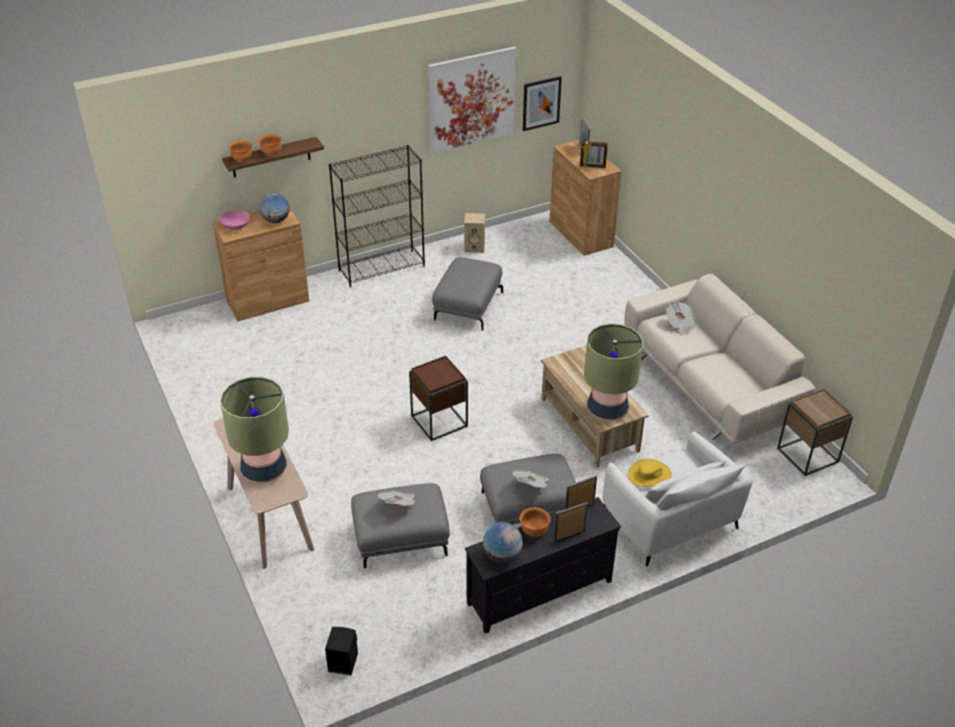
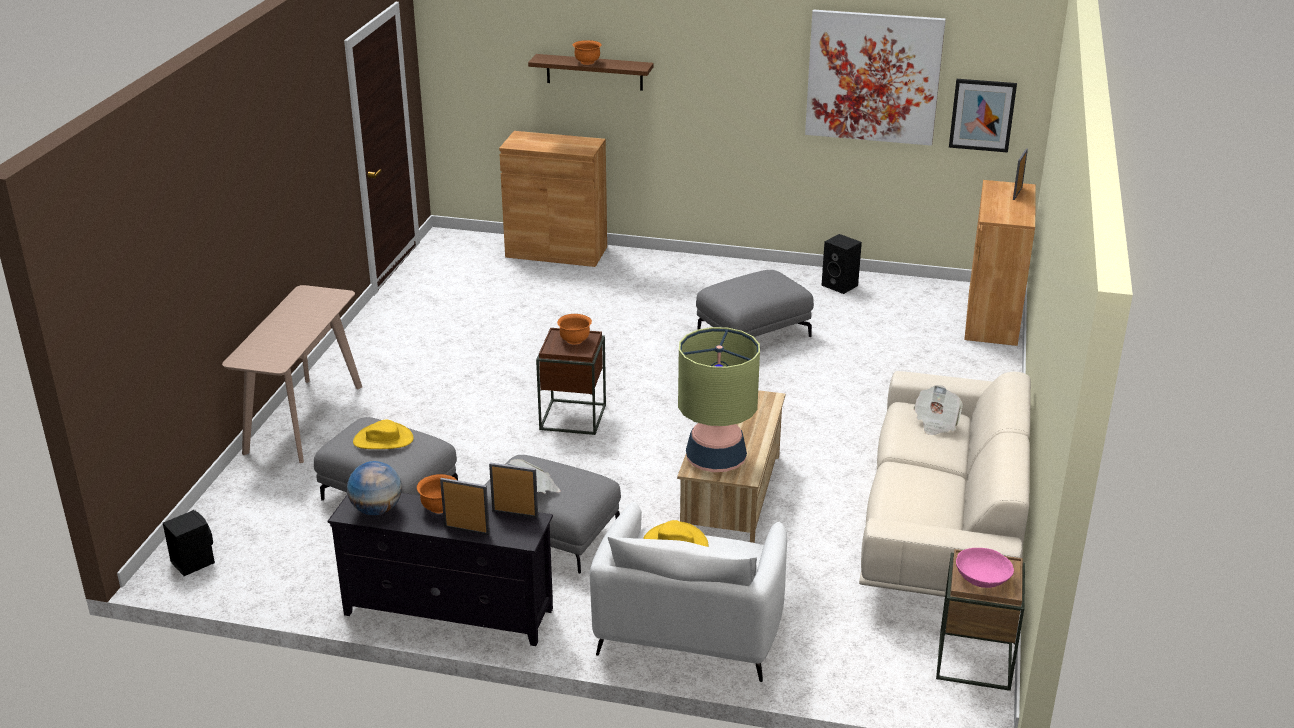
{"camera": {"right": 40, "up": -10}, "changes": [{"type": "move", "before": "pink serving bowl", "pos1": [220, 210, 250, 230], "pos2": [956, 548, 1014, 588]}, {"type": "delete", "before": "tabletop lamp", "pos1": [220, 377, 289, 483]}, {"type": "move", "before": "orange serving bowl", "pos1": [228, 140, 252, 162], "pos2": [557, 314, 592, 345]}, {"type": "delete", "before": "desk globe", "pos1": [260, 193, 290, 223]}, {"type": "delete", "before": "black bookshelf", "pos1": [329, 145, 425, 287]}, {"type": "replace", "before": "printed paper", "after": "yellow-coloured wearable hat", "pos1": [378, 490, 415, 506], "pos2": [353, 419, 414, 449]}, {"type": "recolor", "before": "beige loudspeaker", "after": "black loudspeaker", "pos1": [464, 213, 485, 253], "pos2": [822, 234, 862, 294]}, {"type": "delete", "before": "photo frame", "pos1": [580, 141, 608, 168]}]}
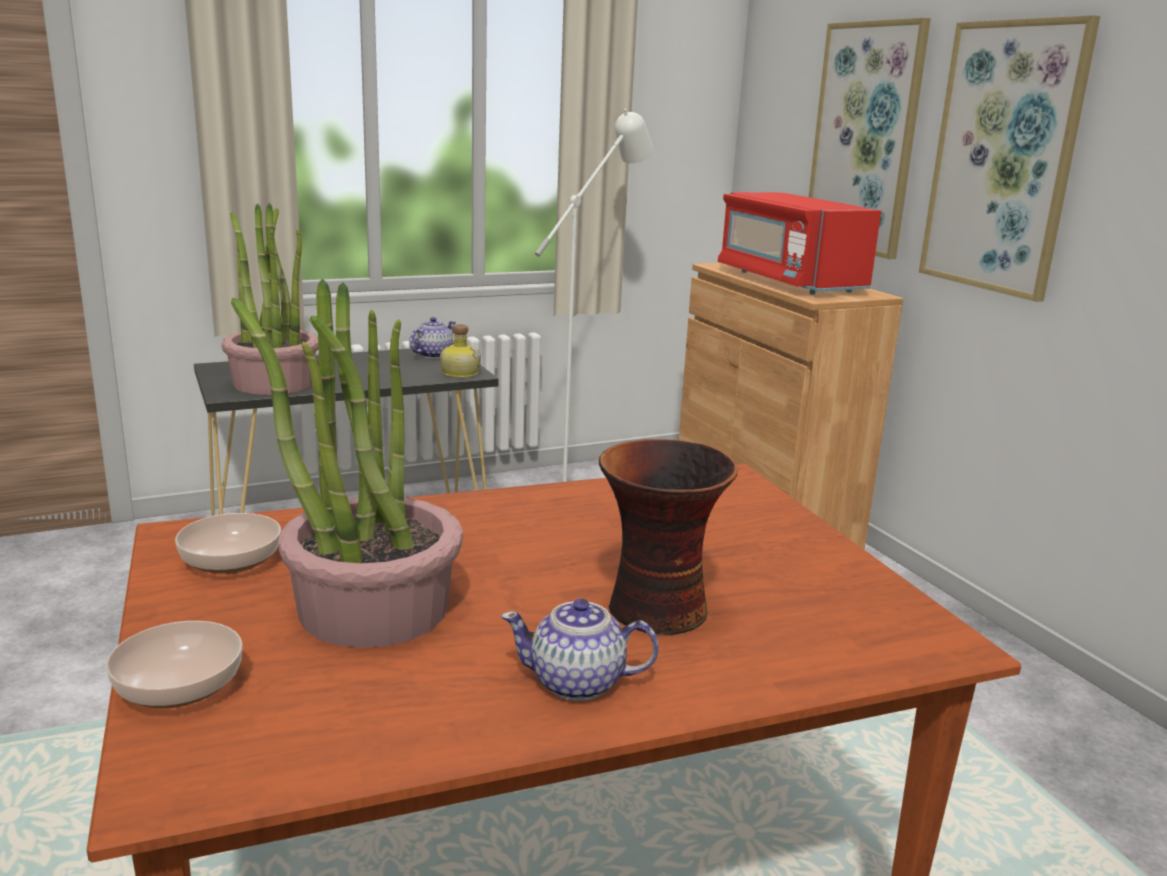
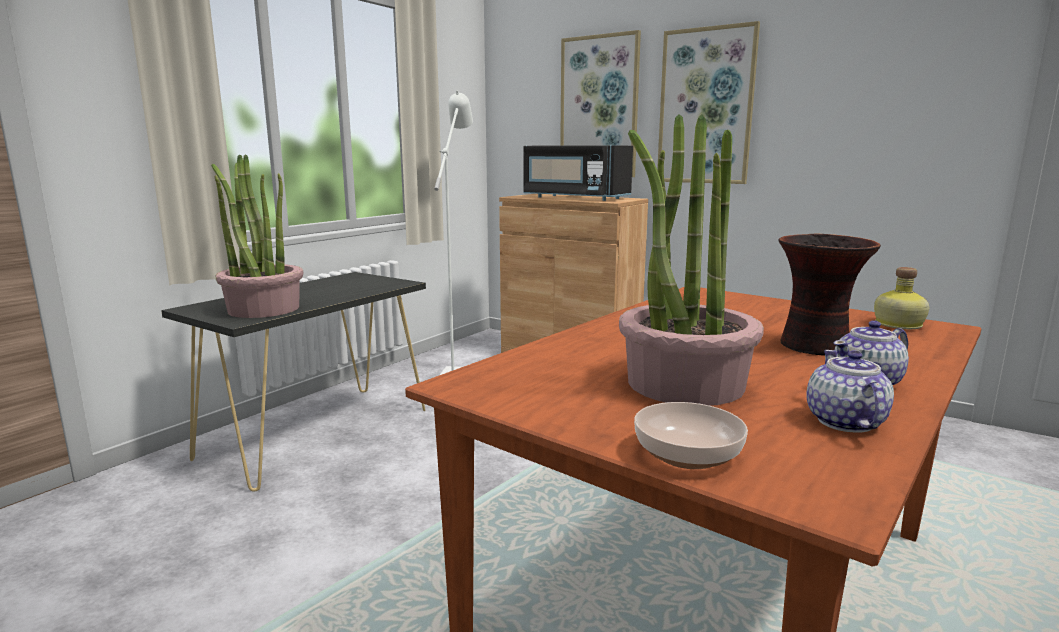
{"camera": {"right": -30, "up": -5}, "changes": [{"type": "delete", "before": "serving bowl", "pos1": [175, 513, 281, 575]}, {"type": "move", "before": "tea pot", "pos1": [409, 317, 456, 359], "pos2": [806, 350, 894, 432]}, {"type": "move", "before": "beverage bottle", "pos1": [440, 324, 481, 378], "pos2": [874, 267, 929, 329]}, {"type": "recolor", "before": "red-coloured microwave oven", "after": "black microwave oven", "pos1": [718, 192, 881, 295], "pos2": [523, 145, 633, 201]}]}
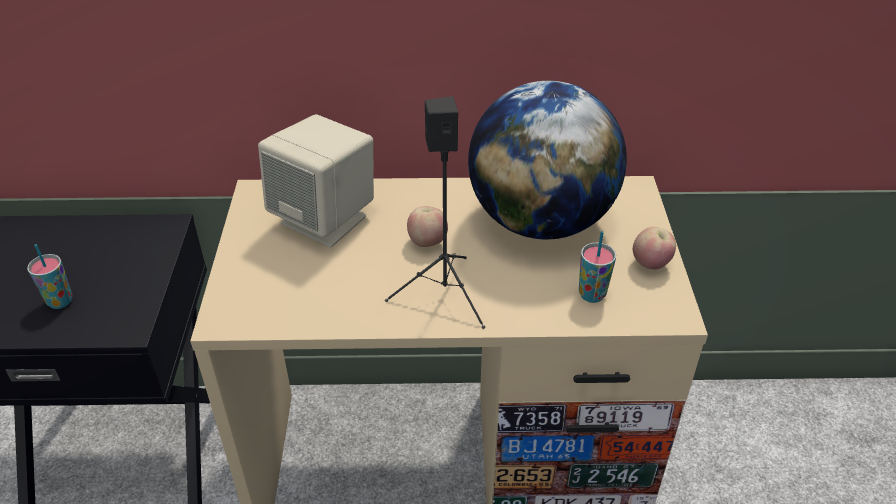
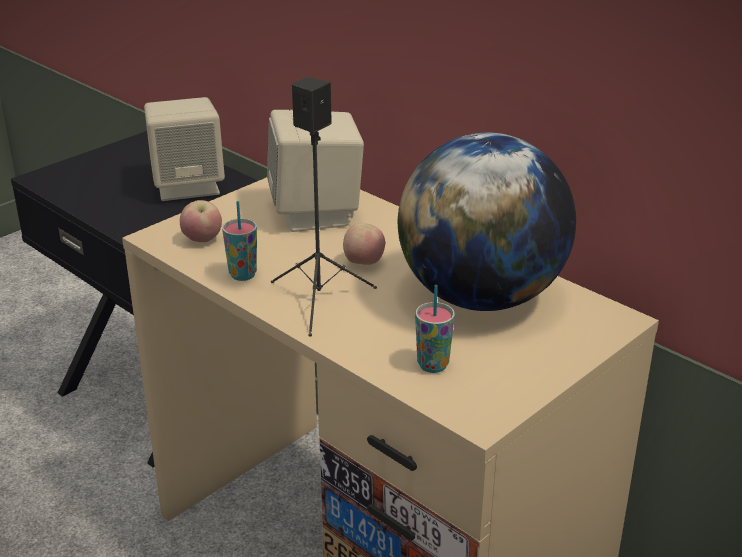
{"camera": {"right": 45, "up": -10}, "changes": [{"type": "move", "before": "small cup", "pos1": [27, 244, 72, 309], "pos2": [222, 201, 257, 281]}, {"type": "move", "before": "whole apple", "pos1": [633, 227, 676, 269], "pos2": [180, 200, 222, 242]}, {"type": "insert", "after": "beige loudspeaker", "pos2": [144, 97, 225, 201]}]}
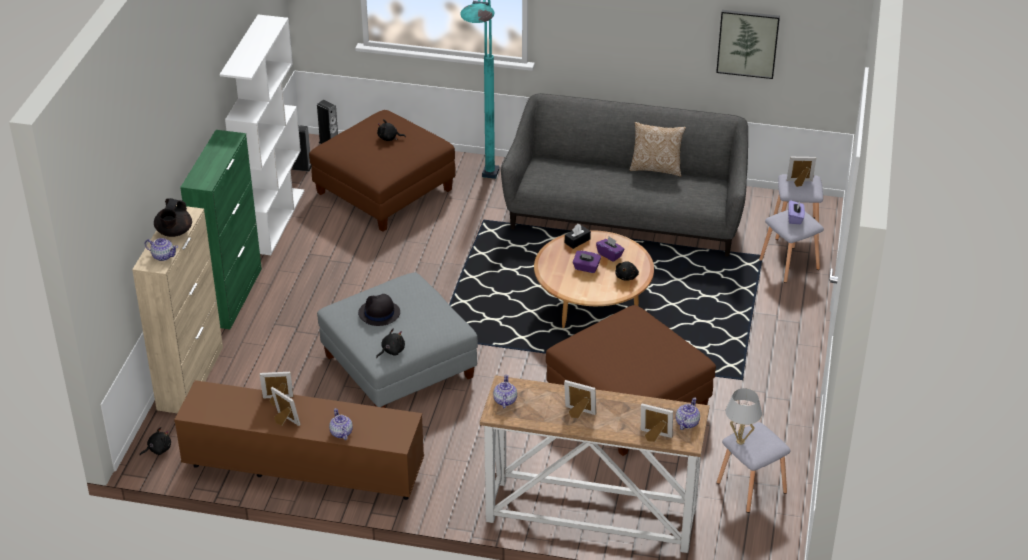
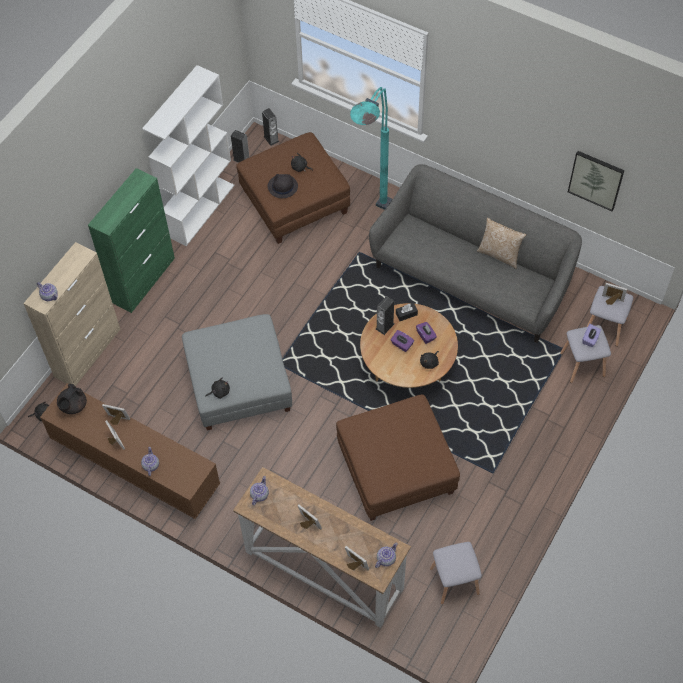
{"camera": {"right": 20, "up": 20}, "changes": [{"type": "move", "before": "black tea pot", "pos1": [154, 198, 192, 237], "pos2": [57, 384, 87, 414]}, {"type": "move", "before": "black wearable hat", "pos1": [358, 294, 400, 326], "pos2": [268, 174, 298, 198]}, {"type": "delete", "before": "white-coloured tabletop lamp", "pos1": [726, 388, 762, 445]}, {"type": "insert", "after": "loudspeaker", "pos2": [376, 296, 394, 335]}]}
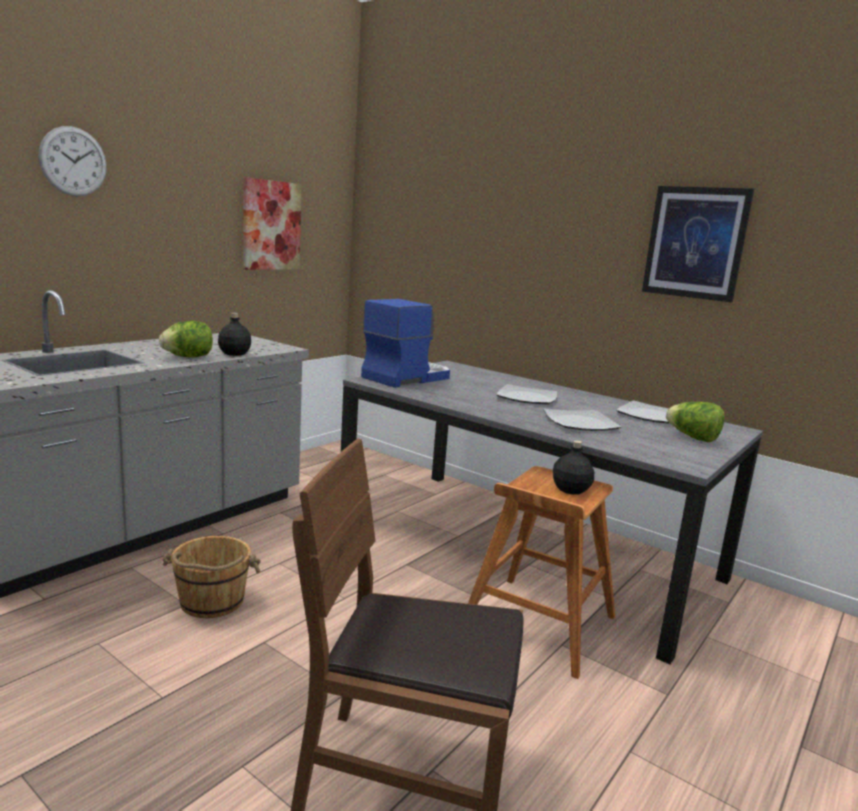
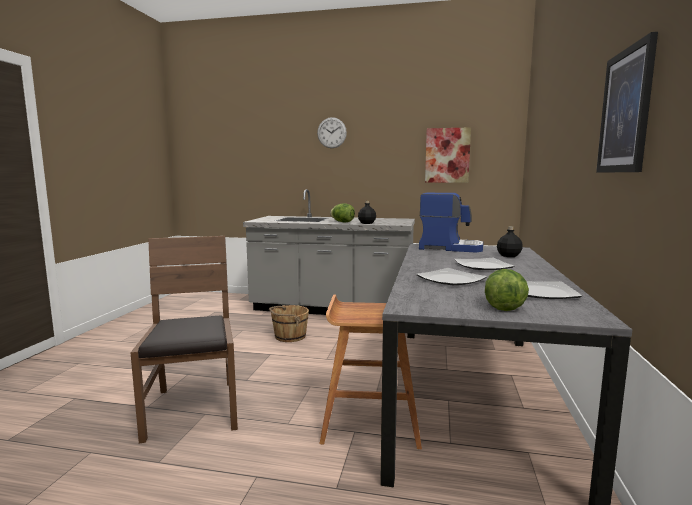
{"camera": {"right": 65, "up": -5}, "changes": [{"type": "move", "before": "black beverage bottle", "pos1": [552, 440, 594, 495], "pos2": [497, 226, 523, 257]}]}
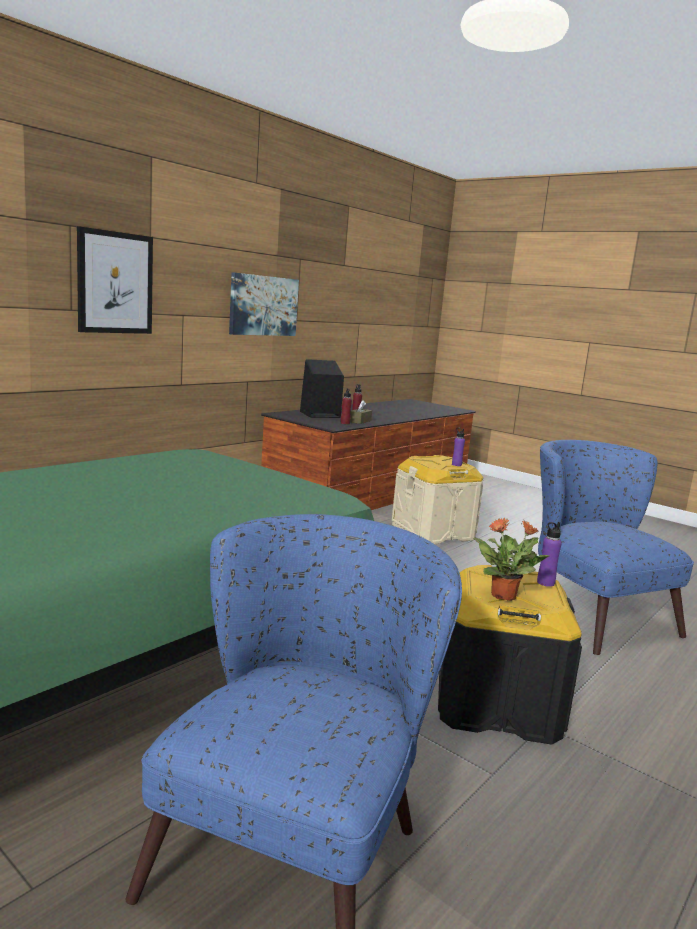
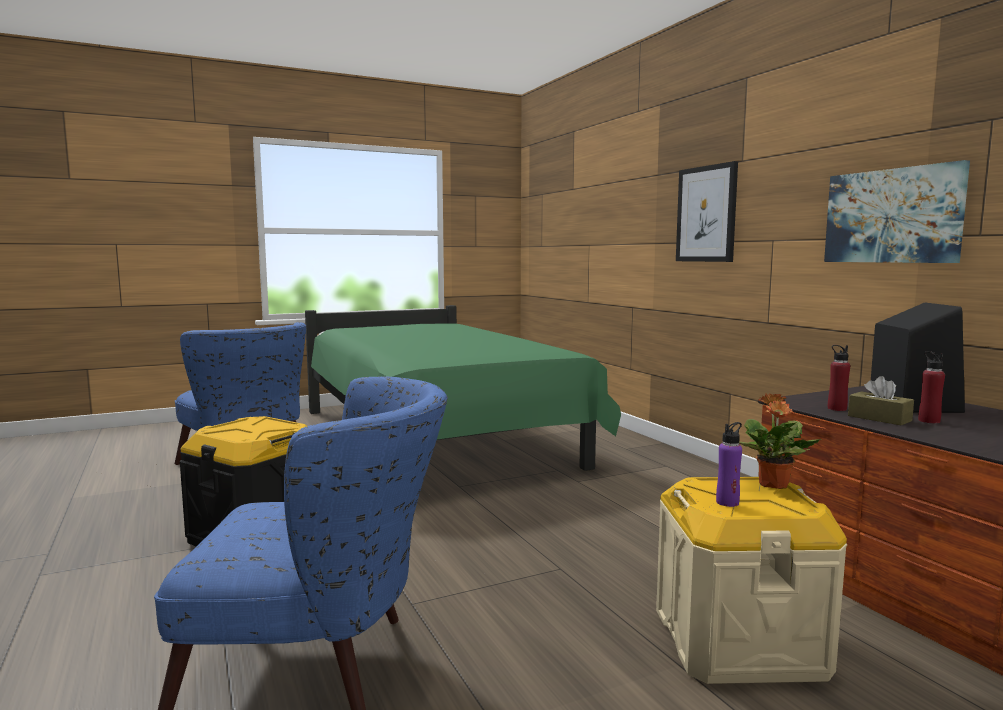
{"camera": {"right": 115, "up": -5}, "changes": [{"type": "move", "before": "houseplant", "pos1": [473, 517, 549, 601], "pos2": [739, 394, 821, 489]}, {"type": "delete", "before": "purple-coloured beverage bottle", "pos1": [537, 522, 562, 587]}]}
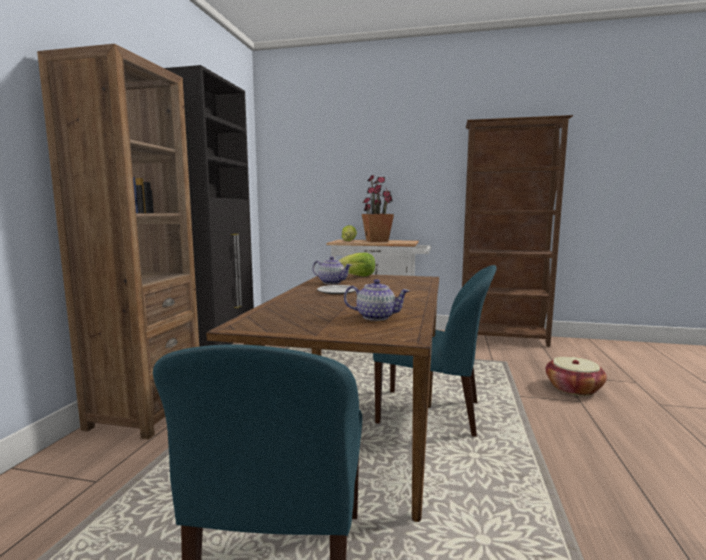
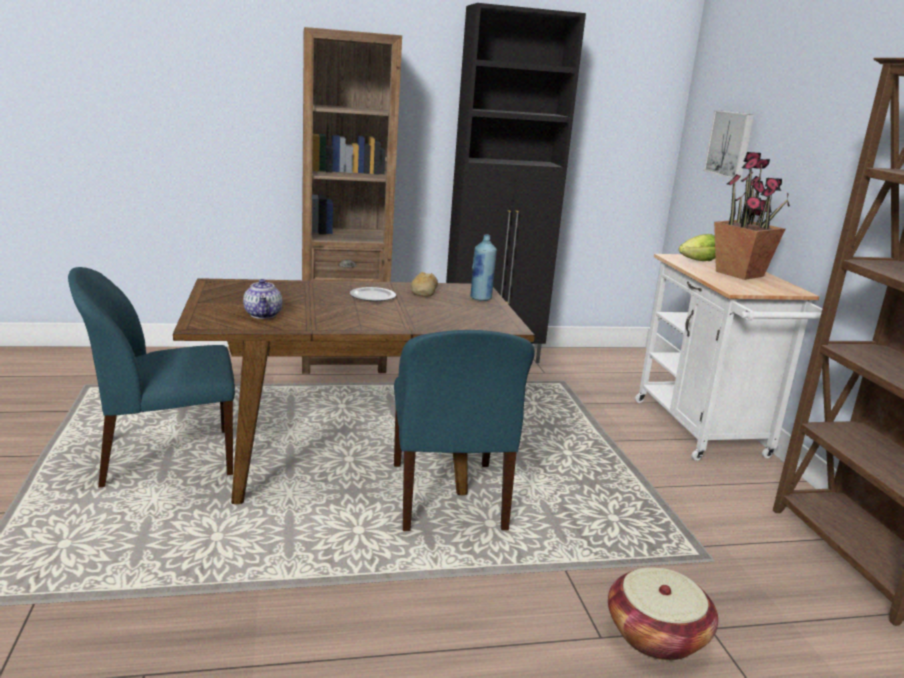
{"camera": {"right": 65, "up": 10}, "changes": [{"type": "replace", "before": "tea pot", "after": "bread", "pos1": [313, 257, 352, 284], "pos2": [411, 272, 438, 297]}, {"type": "replace", "before": "lettuce head", "after": "bluish beverage bottle", "pos1": [338, 253, 375, 276], "pos2": [470, 234, 497, 301]}, {"type": "insert", "after": "picture", "pos2": [703, 110, 754, 180]}]}
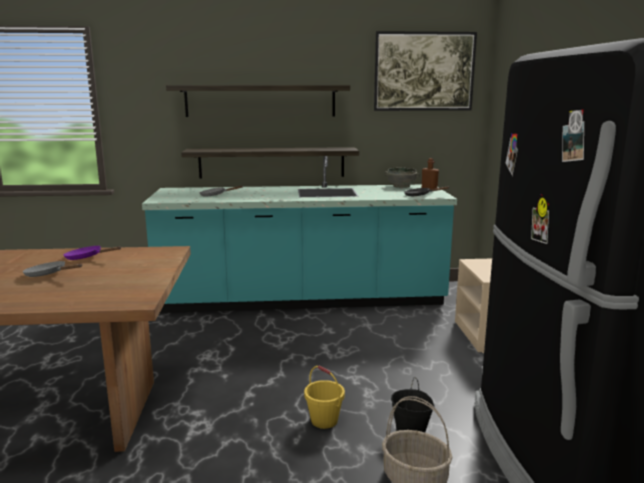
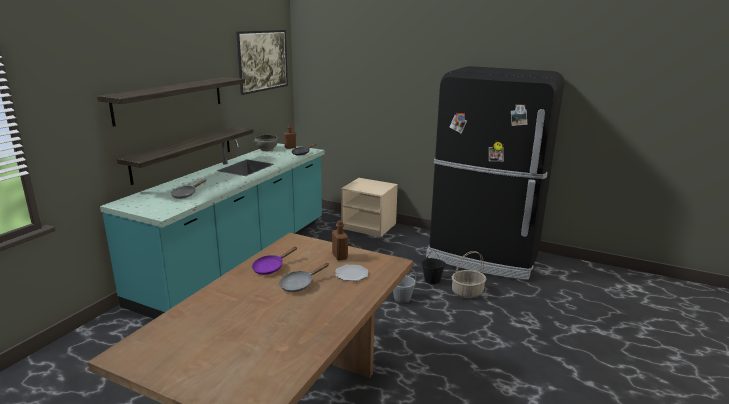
{"camera": {"right": -60, "up": 5}, "changes": [{"type": "recolor", "before": "yellow-coloured water bucket", "after": "grey water bucket", "pos1": [304, 366, 345, 429], "pos2": [393, 269, 416, 304]}, {"type": "insert", "after": "brown-coloured beverage bottle", "pos2": [332, 220, 348, 261]}, {"type": "insert", "after": "dinner plate", "pos2": [335, 265, 368, 281]}]}
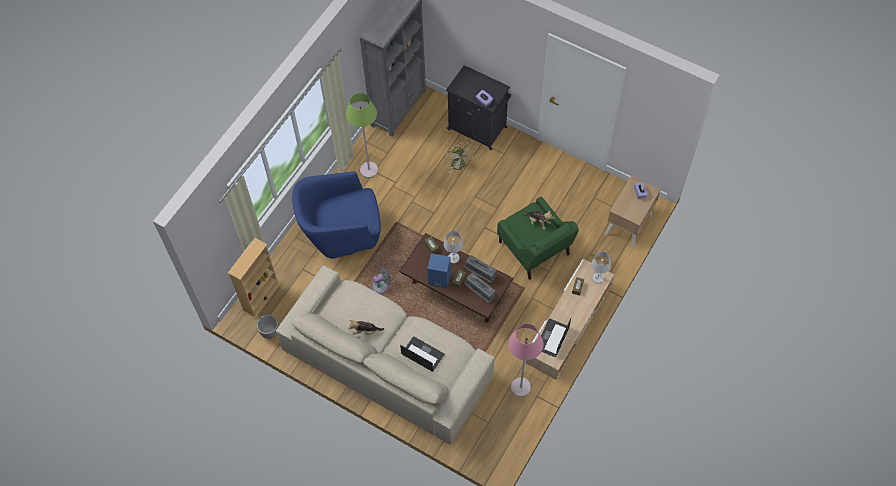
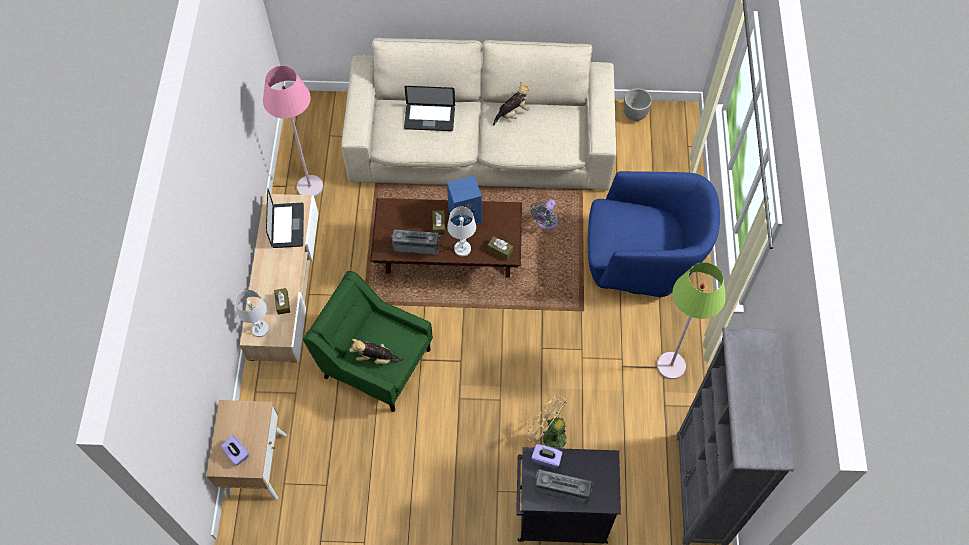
{"camera": {"right": 150, "up": 0}, "changes": [{"type": "delete", "before": "beige bookshelf", "pos1": [228, 238, 280, 318]}, {"type": "rotate", "before": "bluish easy chair", "pos1": [292, 171, 381, 258], "pos2": [588, 171, 720, 297], "turn": 45}, {"type": "move", "before": "radio", "pos1": [464, 273, 496, 303], "pos2": [535, 469, 593, 504]}]}
